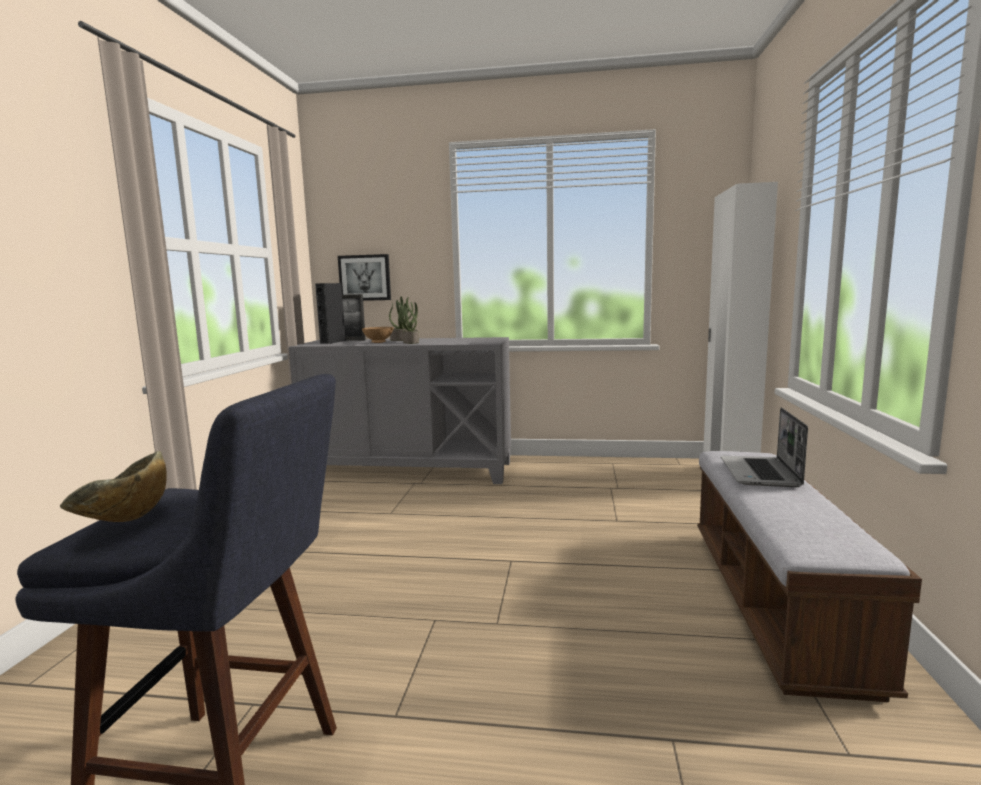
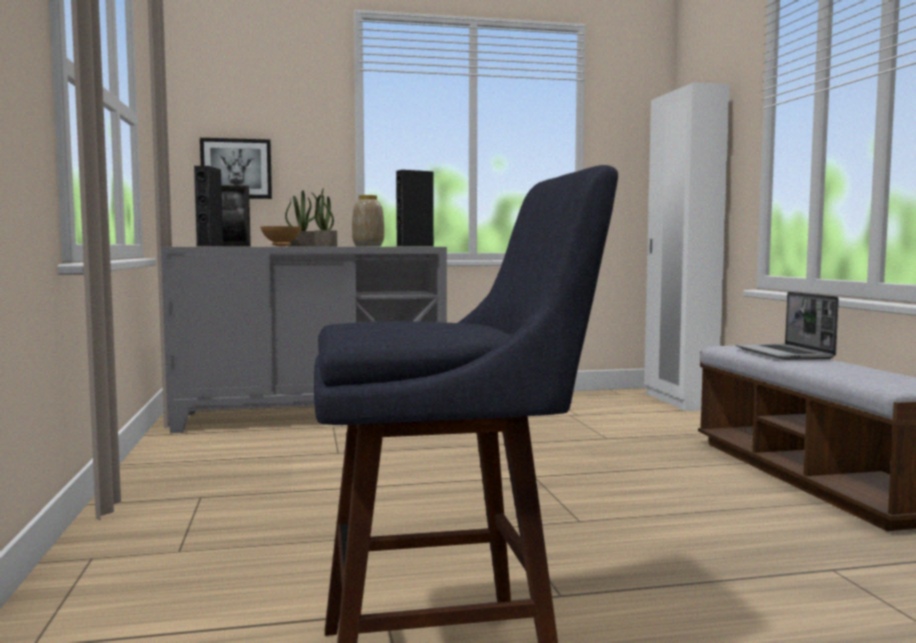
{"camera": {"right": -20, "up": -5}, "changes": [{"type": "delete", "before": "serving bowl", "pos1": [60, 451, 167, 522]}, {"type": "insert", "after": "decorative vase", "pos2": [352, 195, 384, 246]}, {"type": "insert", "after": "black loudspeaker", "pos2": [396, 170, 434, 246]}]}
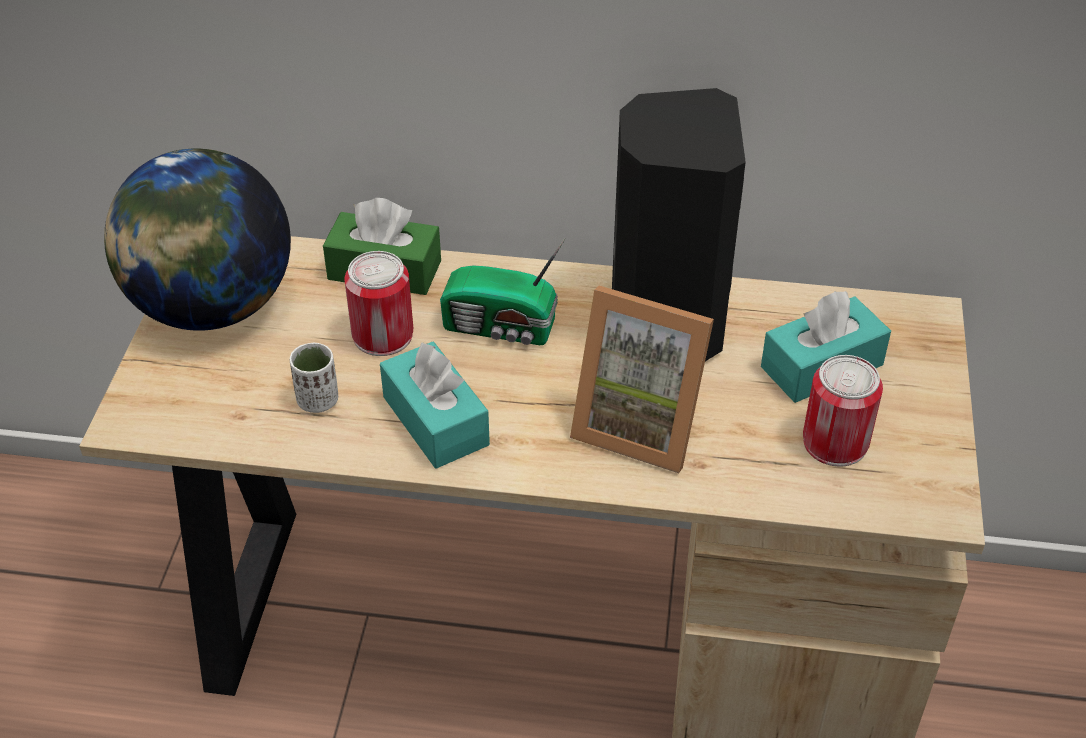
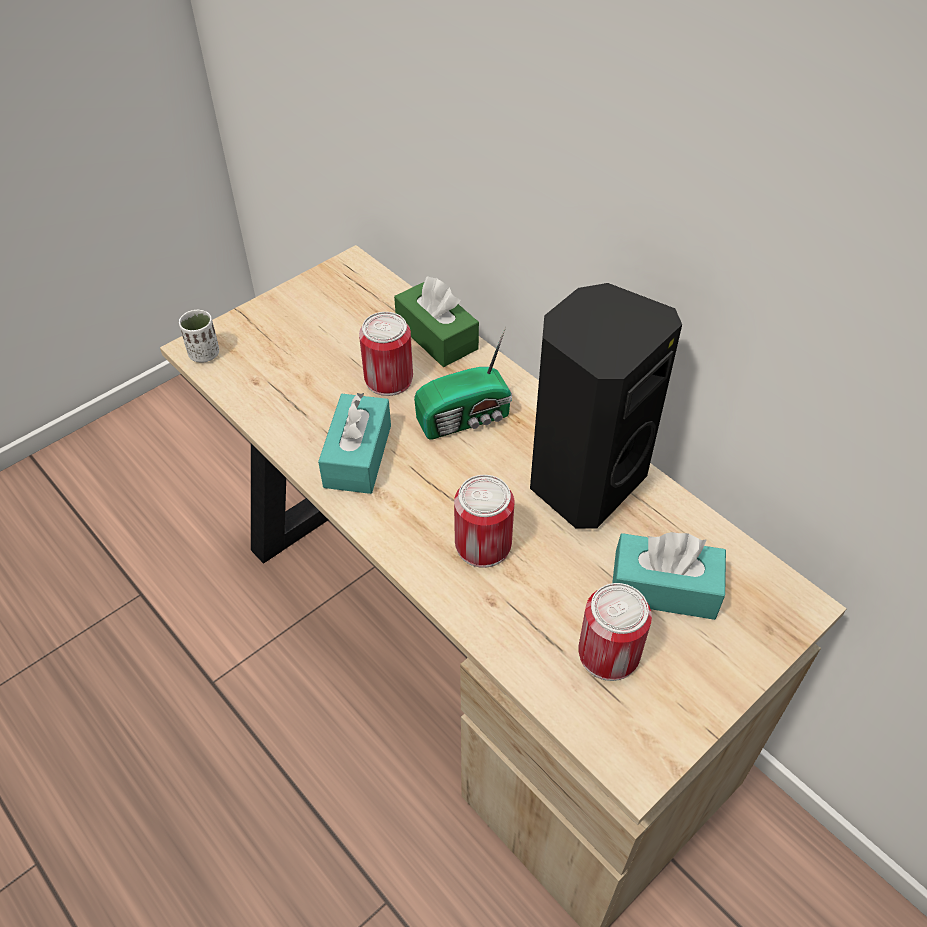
{"camera": {"right": 40, "up": 5}, "changes": [{"type": "delete", "before": "desk globe", "pos1": [104, 149, 291, 331]}, {"type": "move", "before": "white-coloured small cup", "pos1": [290, 343, 338, 413], "pos2": [179, 310, 219, 362]}, {"type": "rotate", "before": "radio", "pos1": [440, 238, 566, 345], "pos2": [414, 326, 512, 440], "turn": -75}, {"type": "replace", "before": "photo frame", "after": "sealed can", "pos1": [570, 286, 714, 473], "pos2": [454, 475, 514, 568]}]}
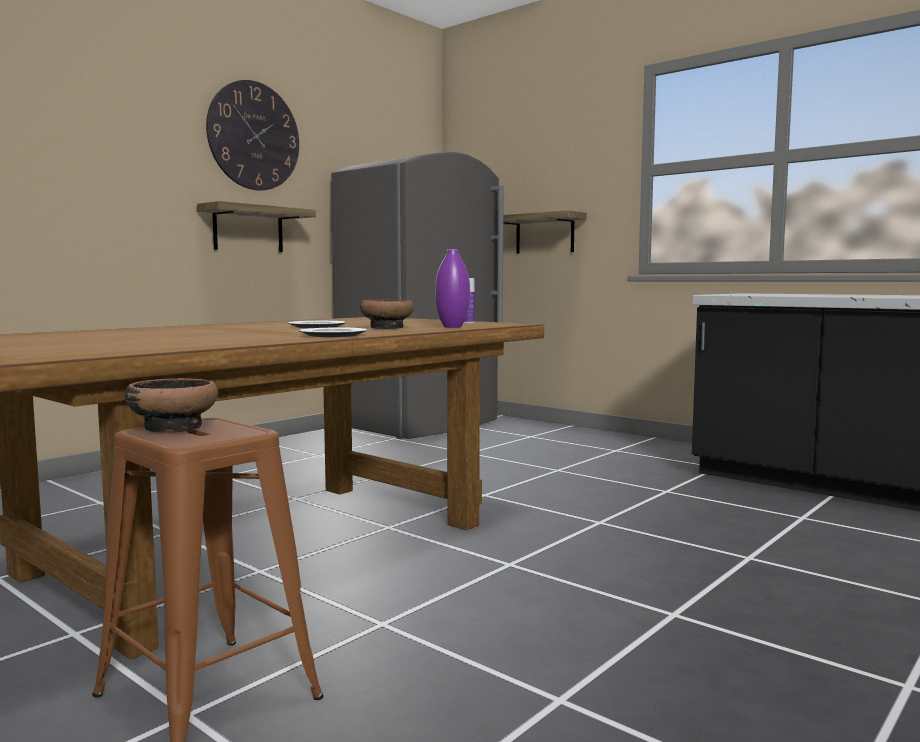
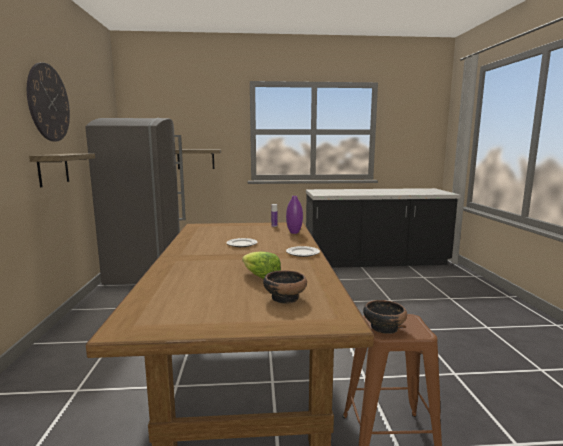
{"camera": {"right": -45, "up": 5}, "changes": [{"type": "move", "before": "serving bowl", "pos1": [360, 300, 414, 329], "pos2": [263, 270, 307, 304]}, {"type": "insert", "after": "lettuce head", "pos2": [242, 251, 281, 279]}]}
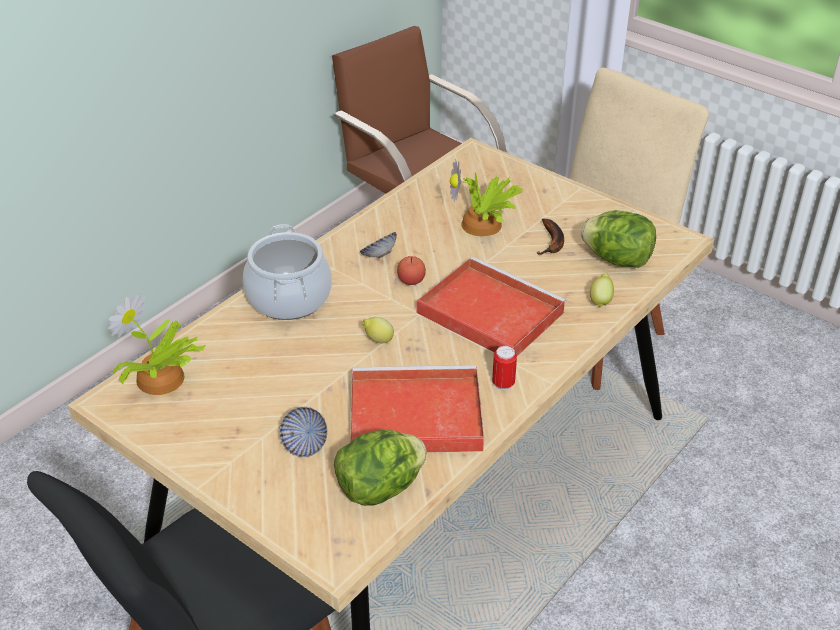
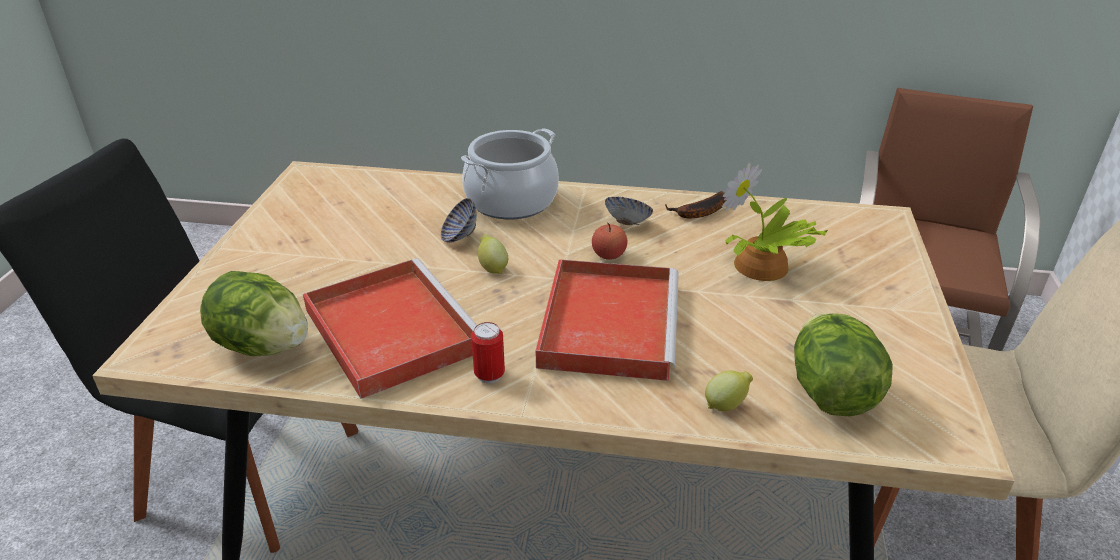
{"camera": {"right": 60, "up": -5}, "changes": [{"type": "delete", "before": "houseplant", "pos1": [108, 294, 205, 395]}, {"type": "move", "before": "serving bowl", "pos1": [279, 407, 327, 457], "pos2": [441, 198, 477, 243]}, {"type": "move", "before": "whole banana", "pos1": [536, 218, 564, 255], "pos2": [665, 191, 726, 218]}]}
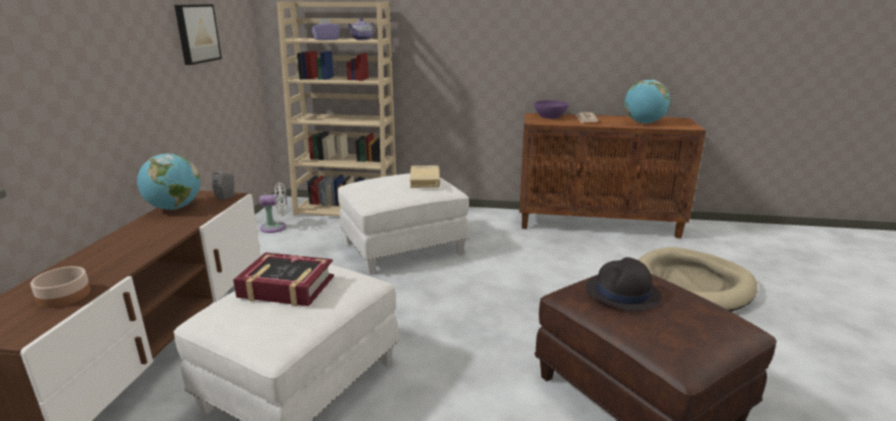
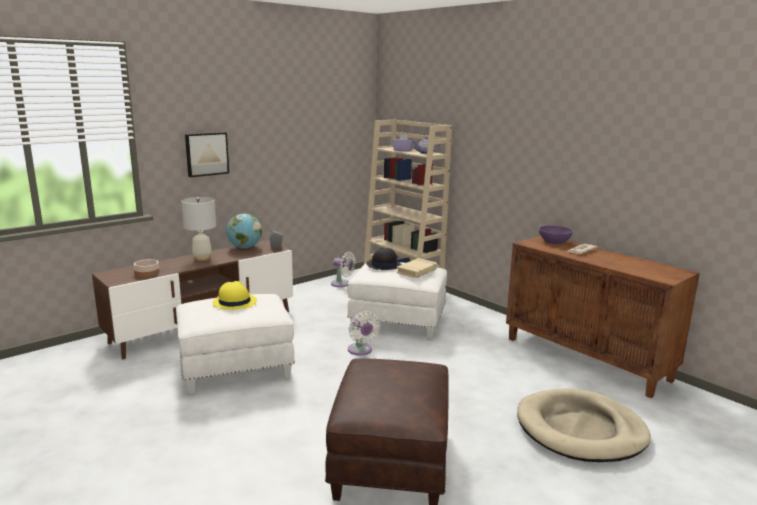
{"camera": {"right": 40, "up": -5}, "changes": [{"type": "move", "before": "picture", "pos1": [174, 4, 222, 65], "pos2": [185, 132, 229, 177]}, {"type": "replace", "before": "bound book", "after": "yellow-coloured wearable hat", "pos1": [233, 252, 334, 307], "pos2": [212, 281, 257, 310]}, {"type": "move", "before": "black wearable hat", "pos1": [586, 257, 661, 311], "pos2": [366, 248, 402, 270]}, {"type": "delete", "before": "desk globe", "pos1": [624, 80, 670, 124]}, {"type": "insert", "after": "white-coloured tabletop lamp", "pos2": [181, 197, 216, 261]}, {"type": "insert", "after": "white-coloured fan", "pos2": [348, 311, 381, 355]}]}
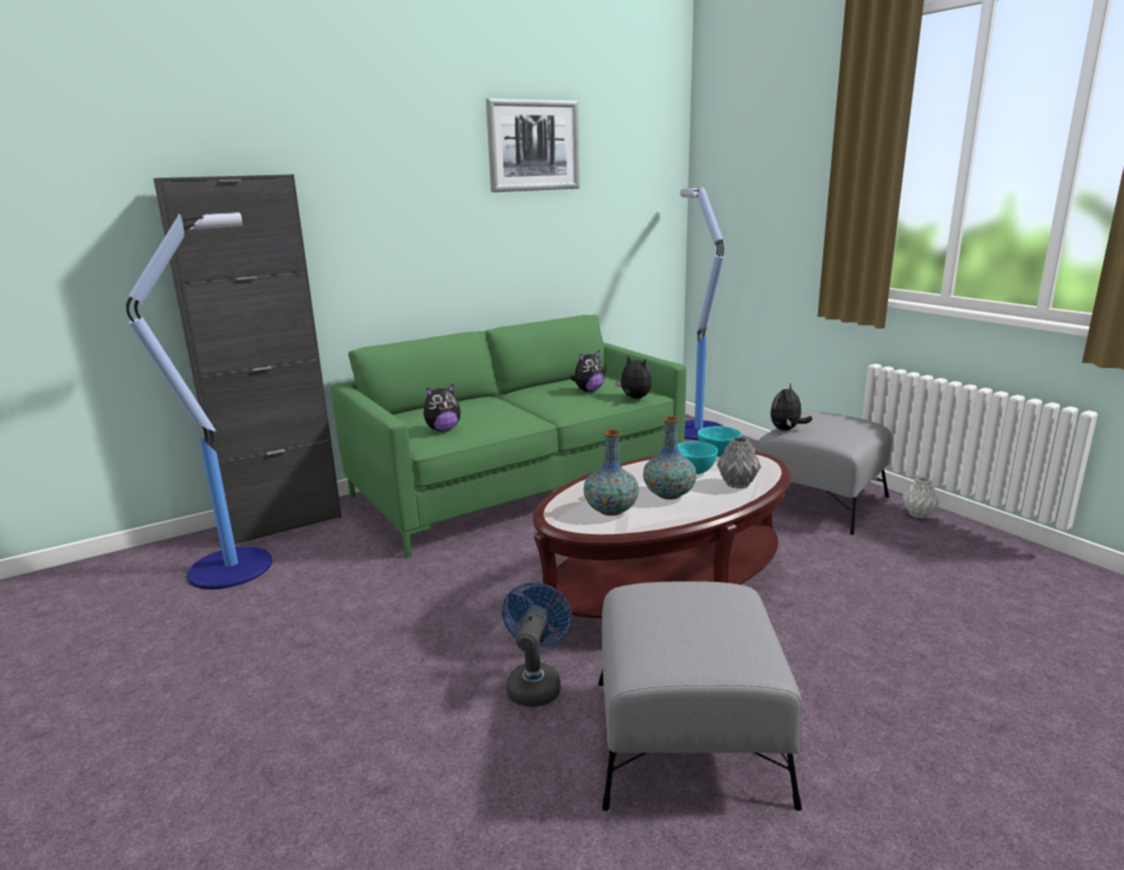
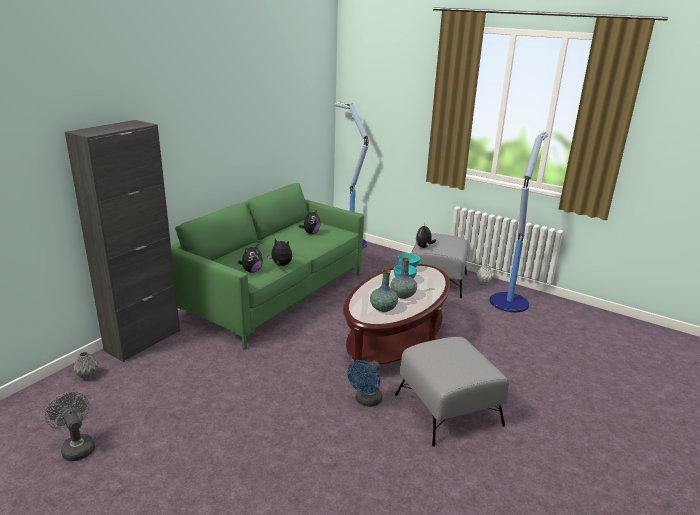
{"camera": {"right": -25, "up": 5}, "changes": [{"type": "move", "before": "standing lamp", "pos1": [126, 212, 272, 589], "pos2": [490, 132, 548, 312]}, {"type": "delete", "before": "picture", "pos1": [486, 99, 580, 192]}, {"type": "rotate", "before": "bluish fan", "pos1": [502, 582, 572, 707], "pos2": [347, 360, 383, 407], "turn": -135}, {"type": "move", "before": "cuddly toy", "pos1": [615, 356, 652, 399], "pos2": [268, 239, 292, 266]}, {"type": "move", "before": "grey decorative vase", "pos1": [717, 437, 761, 489], "pos2": [73, 352, 99, 380]}, {"type": "insert", "after": "grey fan", "pos2": [45, 392, 95, 461]}]}
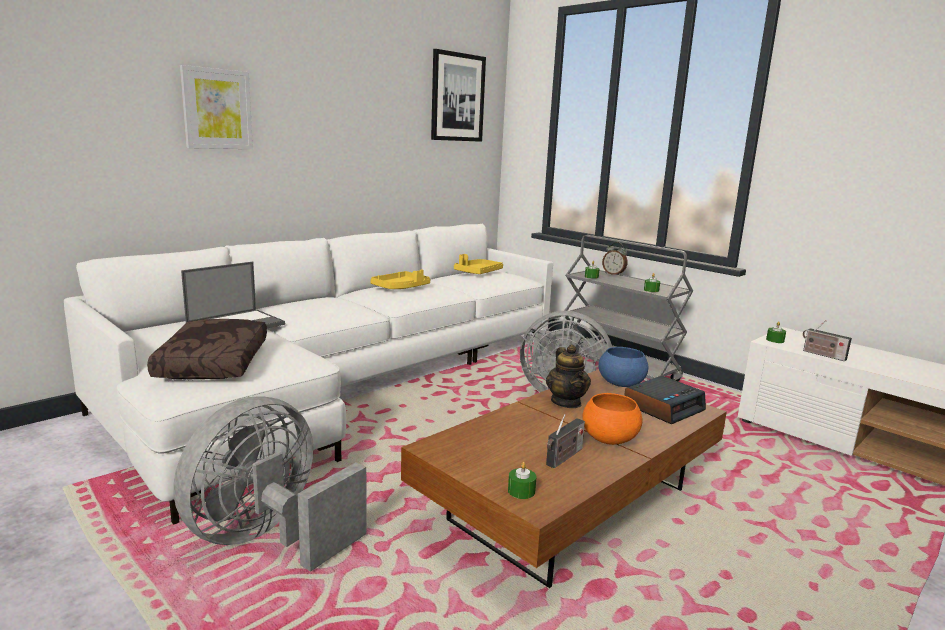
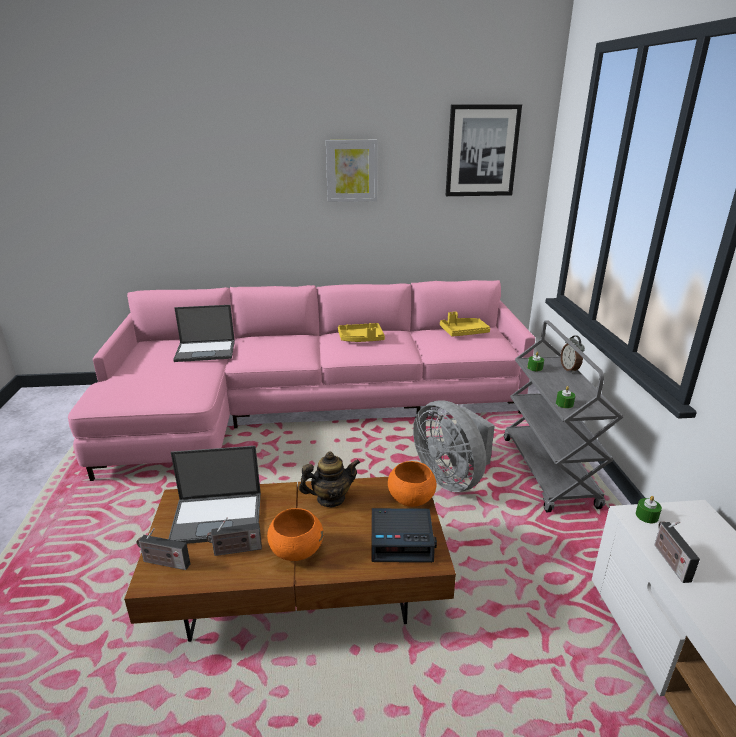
{"camera": {"right": 40, "up": 10}, "changes": [{"type": "recolor", "before": "white-coloured couch", "after": "pink couch", "pos1": [64, 223, 553, 525], "pos2": [68, 280, 535, 481]}, {"type": "delete", "before": "brown-coloured pillow", "pos1": [147, 319, 267, 379]}, {"type": "delete", "before": "grey fan", "pos1": [173, 396, 367, 572]}, {"type": "move", "before": "picture", "pos1": [180, 65, 253, 149], "pos2": [326, 140, 378, 202]}, {"type": "replace", "before": "green wax light", "after": "radio", "pos1": [508, 462, 536, 499], "pos2": [136, 528, 190, 570]}, {"type": "rotate", "before": "tea pot", "pos1": [546, 345, 591, 408], "pos2": [299, 452, 360, 507], "turn": -135}, {"type": "recolor", "before": "bluish serving bowl", "after": "orange serving bowl", "pos1": [598, 347, 648, 387], "pos2": [388, 461, 437, 507]}, {"type": "insert", "after": "portable computer", "pos2": [168, 446, 261, 544]}]}
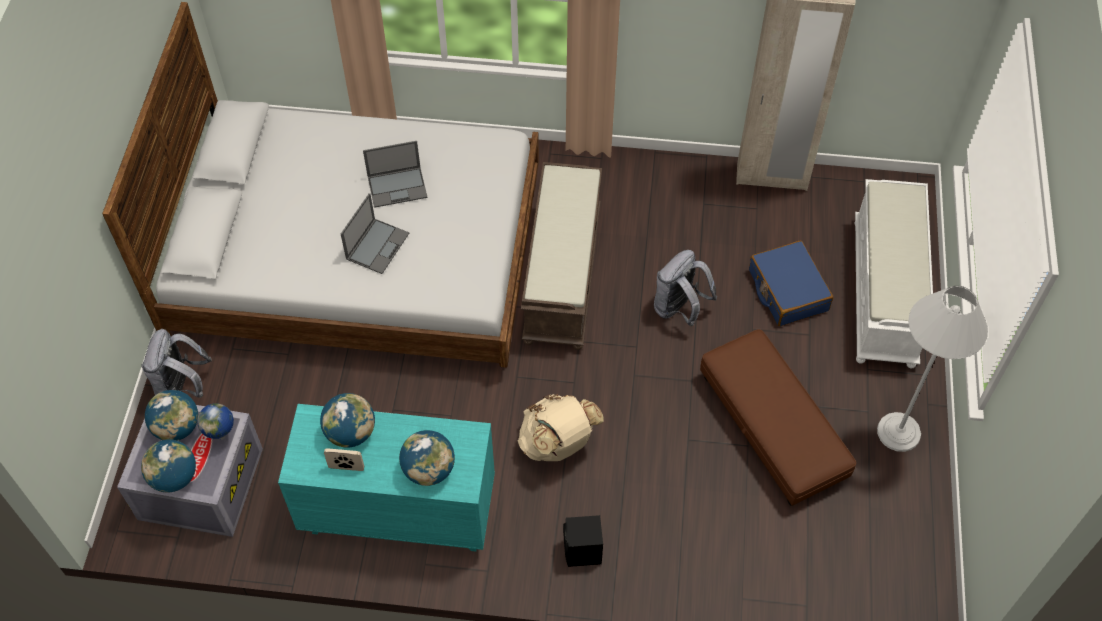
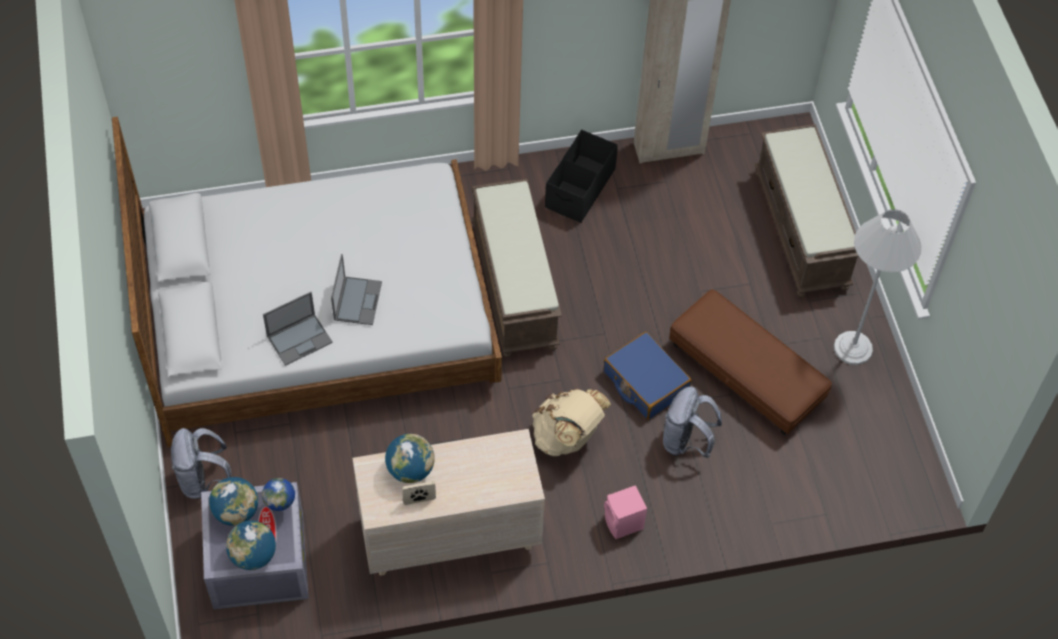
{"camera": {"right": -20, "up": 0}, "changes": [{"type": "recolor", "before": "blue-green drawer chest", "after": "beige drawer chest", "pos1": [278, 404, 495, 551], "pos2": [352, 429, 545, 576]}, {"type": "move", "before": "portable computer", "pos1": [363, 141, 428, 208], "pos2": [263, 292, 333, 366]}, {"type": "delete", "before": "desk globe", "pos1": [399, 430, 455, 486]}, {"type": "recolor", "before": "black loudspeaker", "after": "pink loudspeaker", "pos1": [563, 515, 603, 567], "pos2": [604, 485, 647, 539]}, {"type": "move", "before": "grey backpack", "pos1": [654, 250, 717, 326], "pos2": [663, 387, 722, 458]}, {"type": "move", "before": "bluish travel case", "pos1": [749, 240, 833, 326], "pos2": [604, 332, 691, 420]}, {"type": "recolor", "before": "white-coloured indoor bench", "after": "brown-coloured indoor bench", "pos1": [854, 179, 933, 368], "pos2": [754, 124, 859, 298]}, {"type": "insert", "after": "black storage bin", "pos2": [545, 129, 618, 223]}]}
